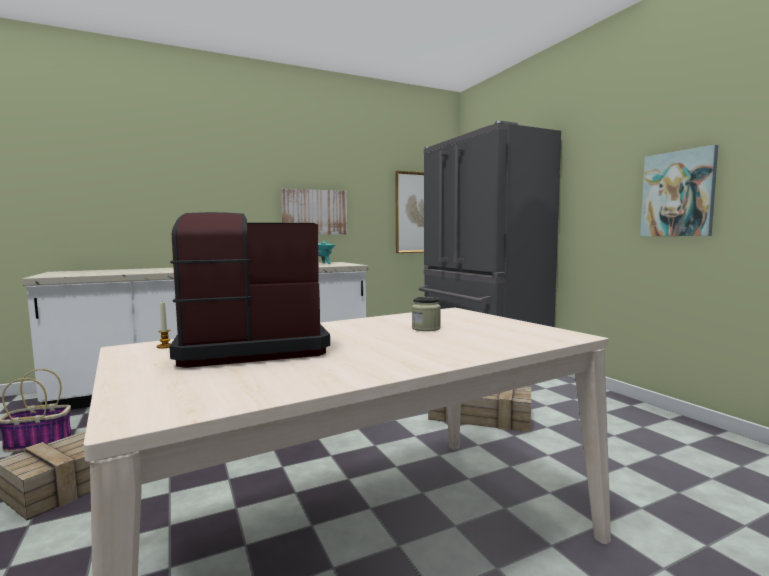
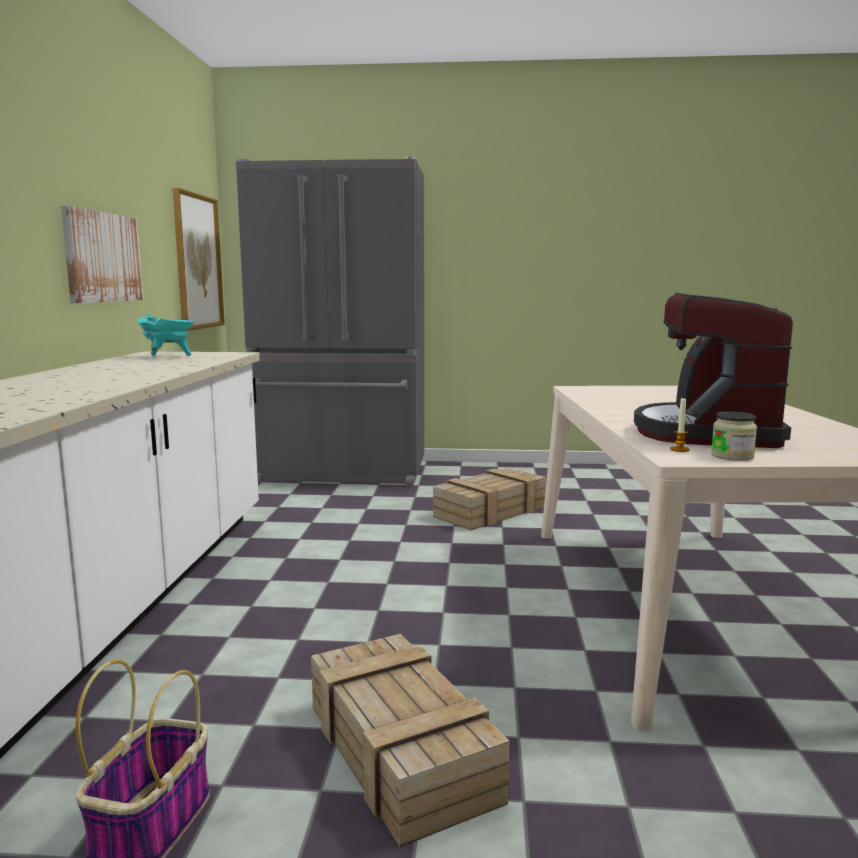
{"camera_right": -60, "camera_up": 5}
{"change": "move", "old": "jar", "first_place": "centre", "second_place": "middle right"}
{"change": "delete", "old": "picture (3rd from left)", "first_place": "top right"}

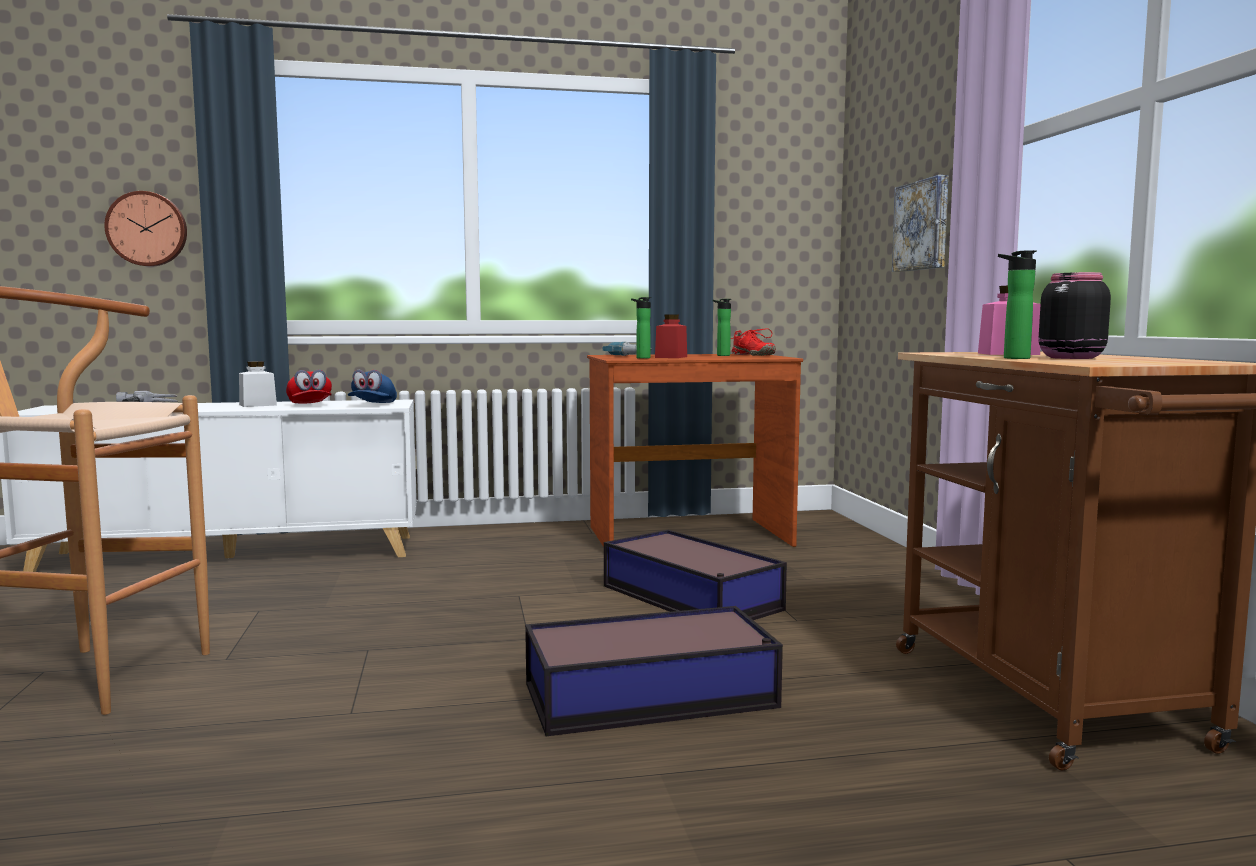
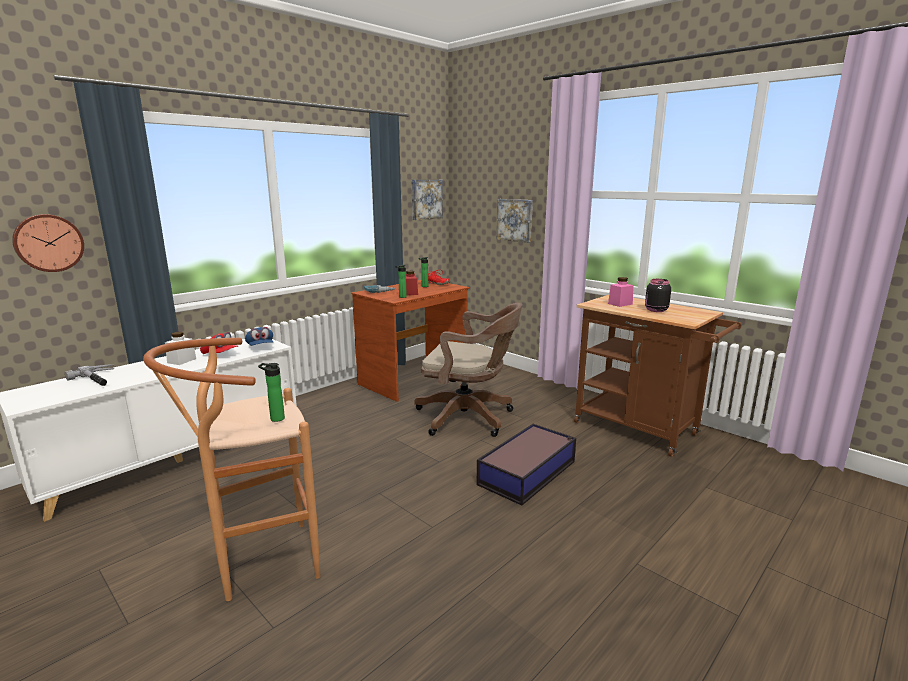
{"camera_right": -35, "camera_up": 10}
{"change": "move", "old": "bottle (3rd from left in the first image)", "new": "bottle (1st from left)", "first_place": "middle right", "second_place": "middle left"}
{"change": "insert", "new": "picture (1st from left)", "second_place": "top centre"}
{"change": "replace", "old": "storage box (2nd from left)", "new": "brown office chair", "first_place": "centre", "second_place": "centre"}

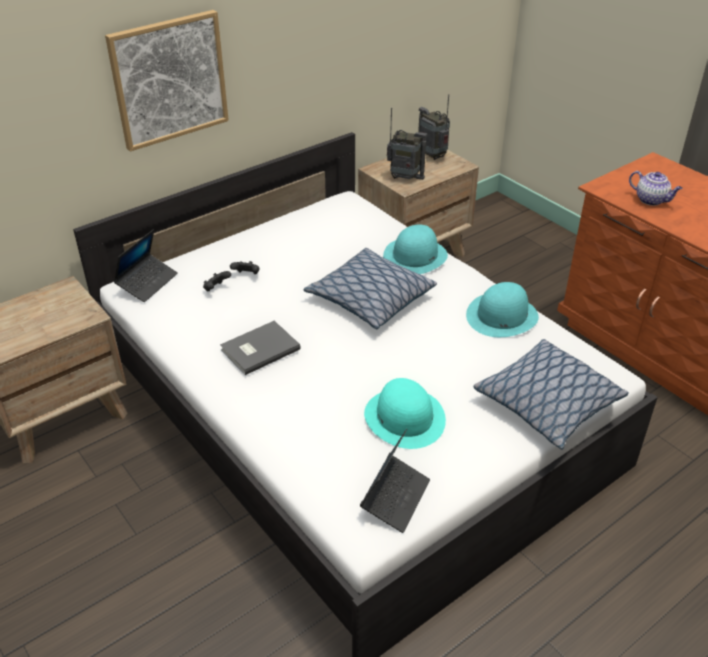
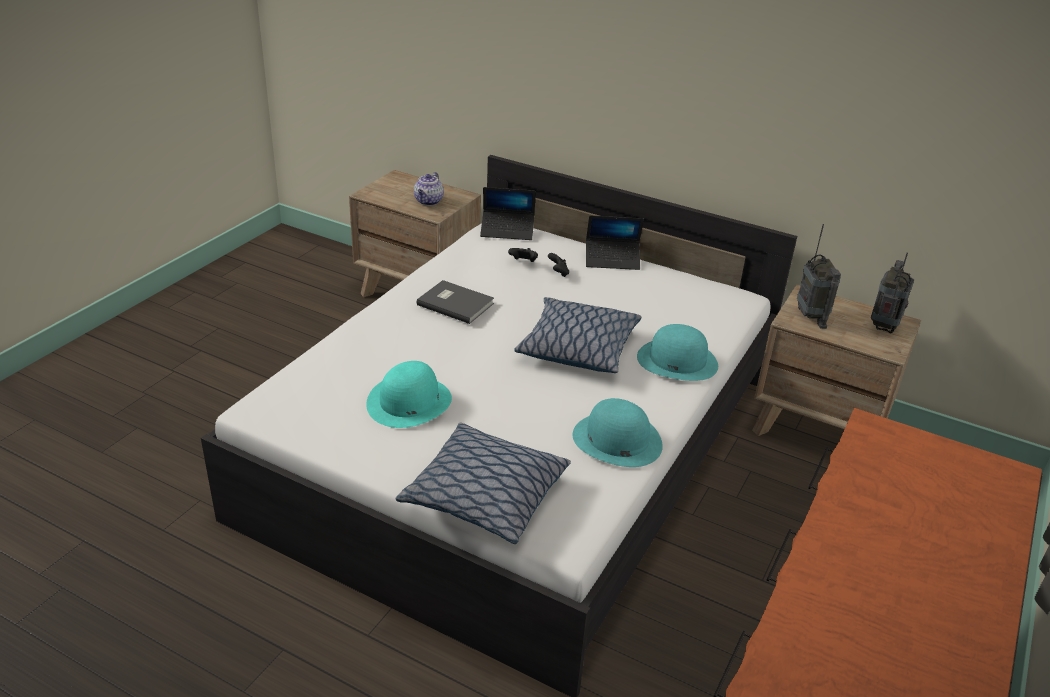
{"camera_right": 65, "camera_up": -5}
{"change": "move", "old": "teapot", "first_place": "top right", "second_place": "top centre"}
{"change": "move", "old": "laptop (2nd from left)", "first_place": "bottom centre", "second_place": "centre"}
{"change": "delete", "old": "picture", "first_place": "top left"}

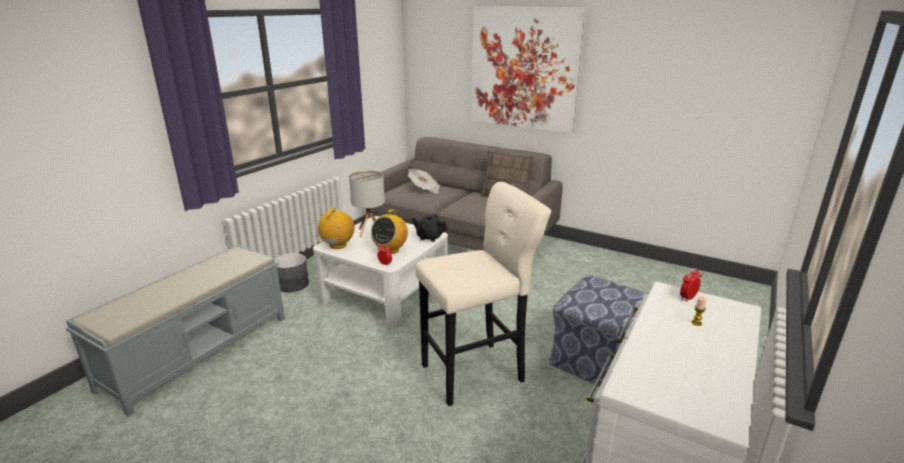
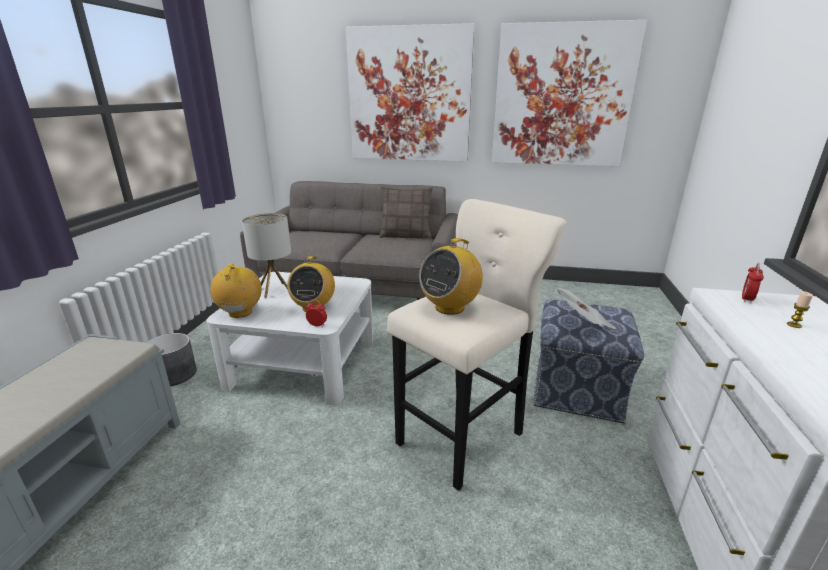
{"camera_right": -20, "camera_up": 0}
{"change": "insert", "new": "radio (3rd from left)", "second_place": "centre"}
{"change": "insert", "new": "picture (2nd from left)", "second_place": "top right"}
{"change": "move", "old": "newspaper", "first_place": "centre", "second_place": "middle right"}
{"change": "delete", "old": "black teapot", "first_place": "centre"}

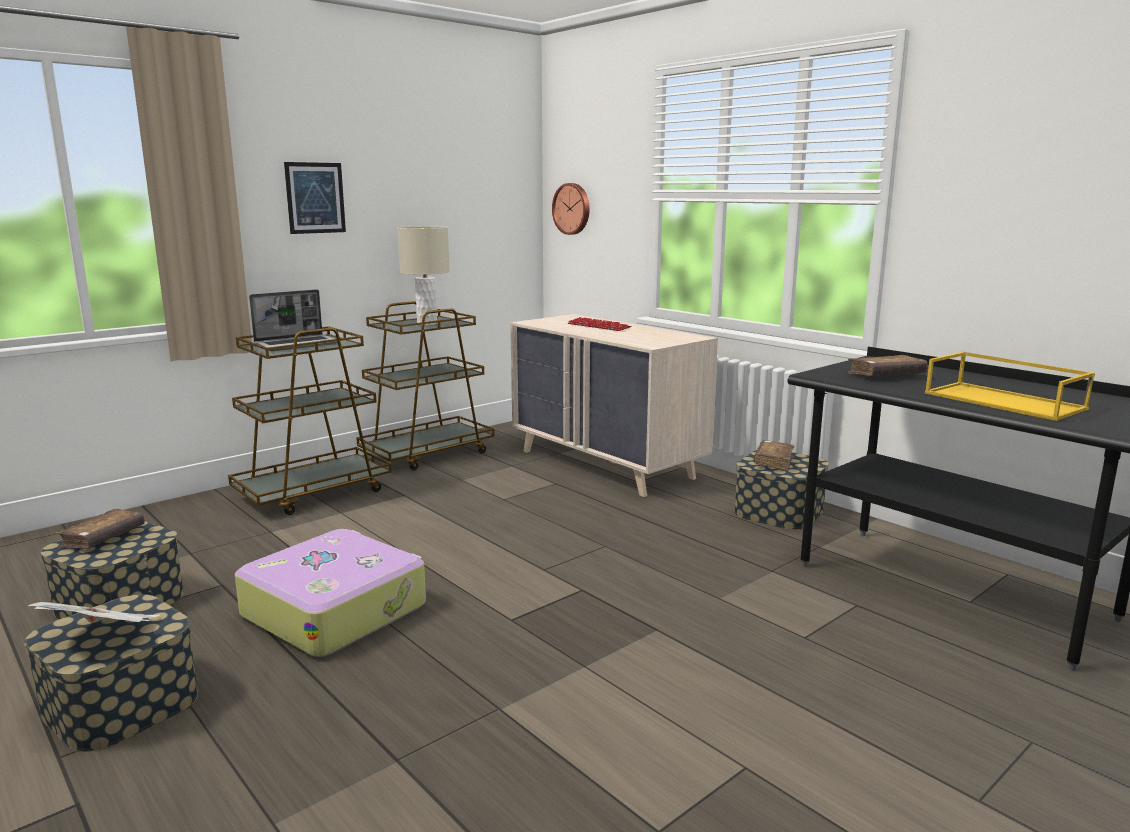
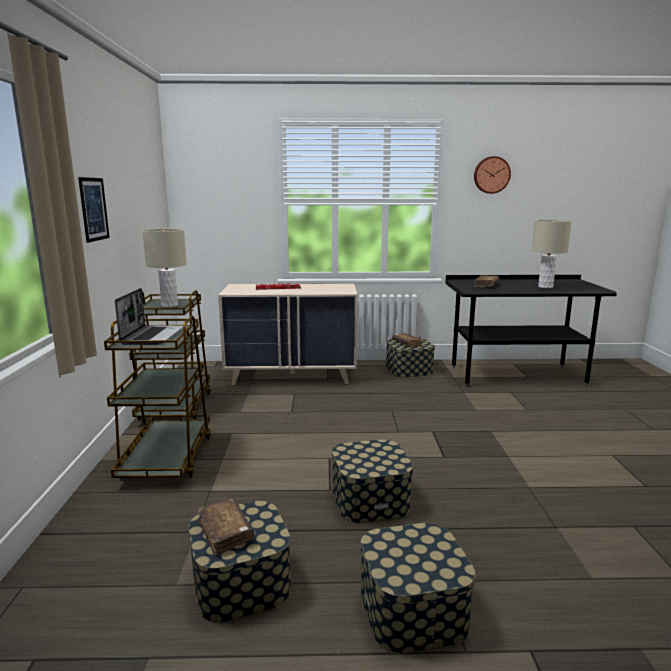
{"camera_right": -50, "camera_up": 0}
{"change": "replace", "old": "suitcase", "new": "storage box (2nd from left)", "first_place": "bottom left", "second_place": "bottom centre"}
{"change": "move", "old": "wall clock", "first_place": "top centre", "second_place": "top right"}
{"change": "replace", "old": "yellow tray", "new": "beige table lamp (2nd from left)", "first_place": "middle right", "second_place": "middle right"}
{"change": "delete", "old": "newspaper", "first_place": "bottom left"}

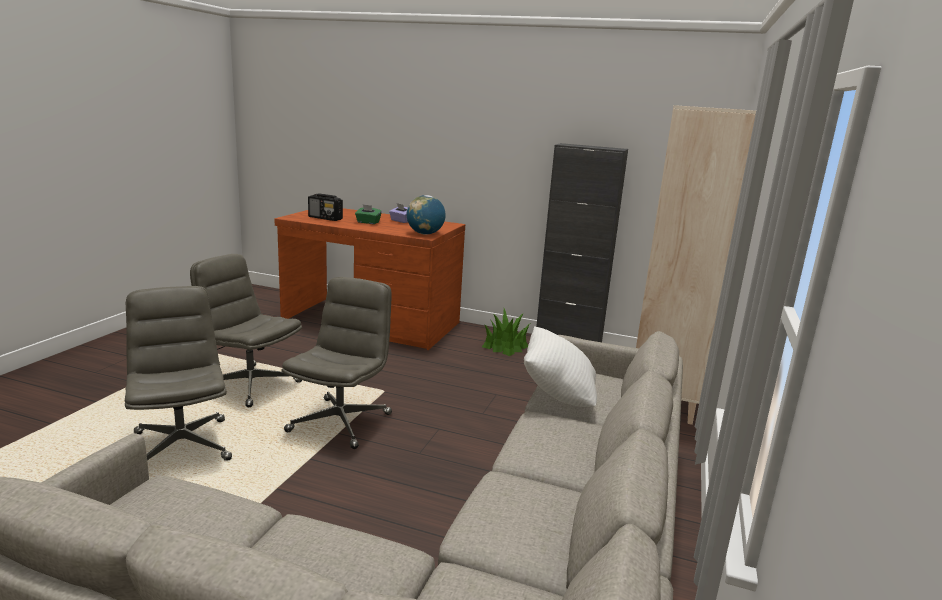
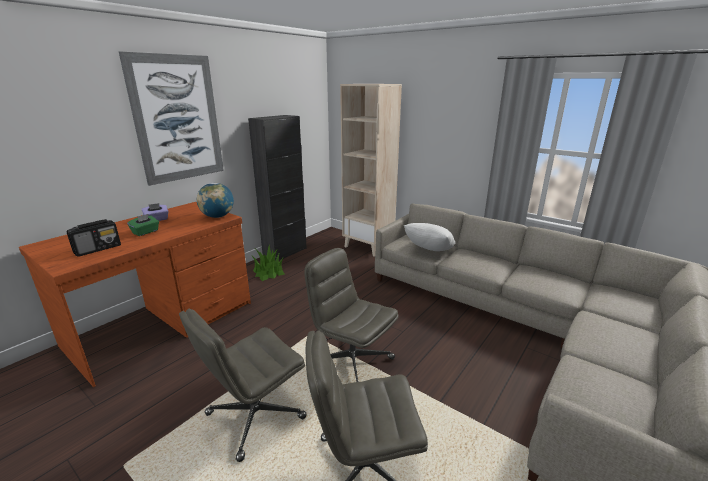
{"camera_right": -70, "camera_up": 5}
{"change": "insert", "new": "picture", "second_place": "top left"}

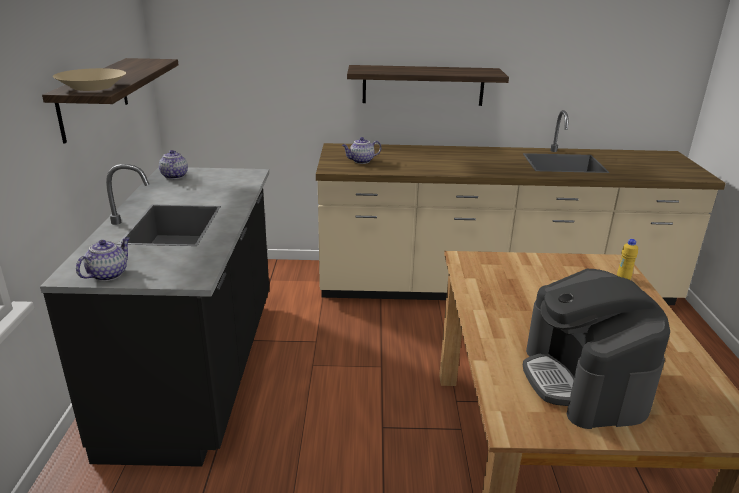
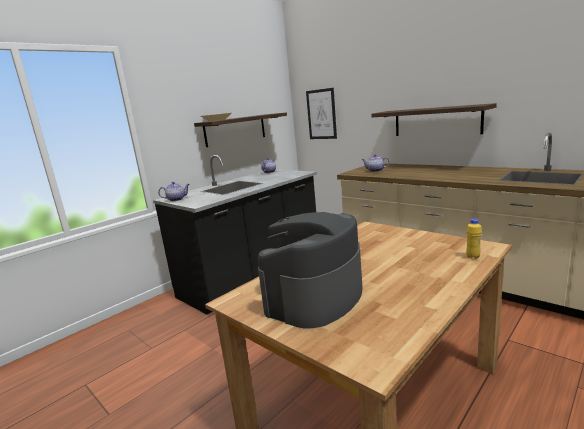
{"camera_right": 45, "camera_up": -10}
{"change": "insert", "new": "picture", "second_place": "top centre"}

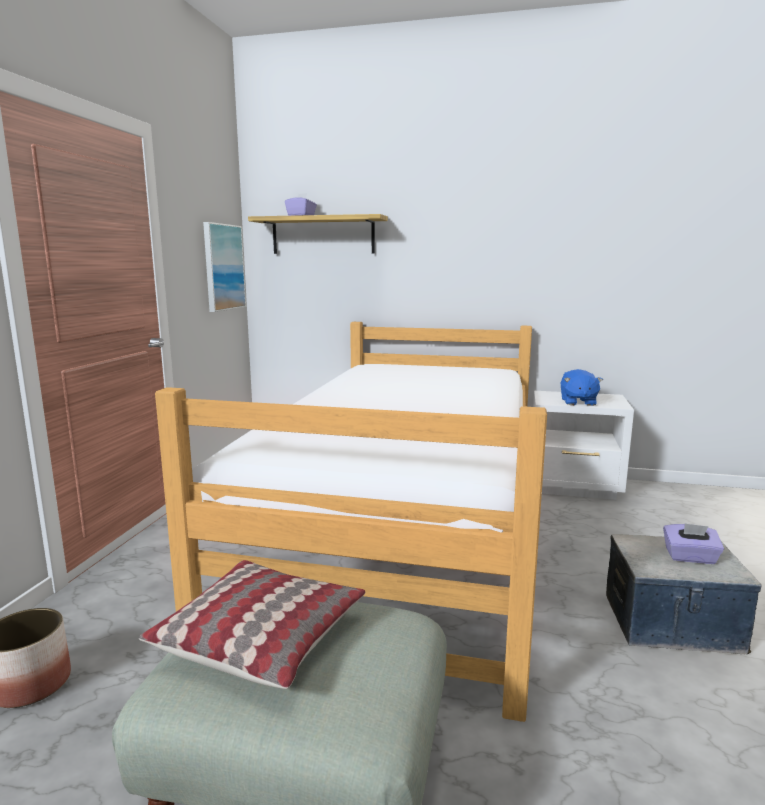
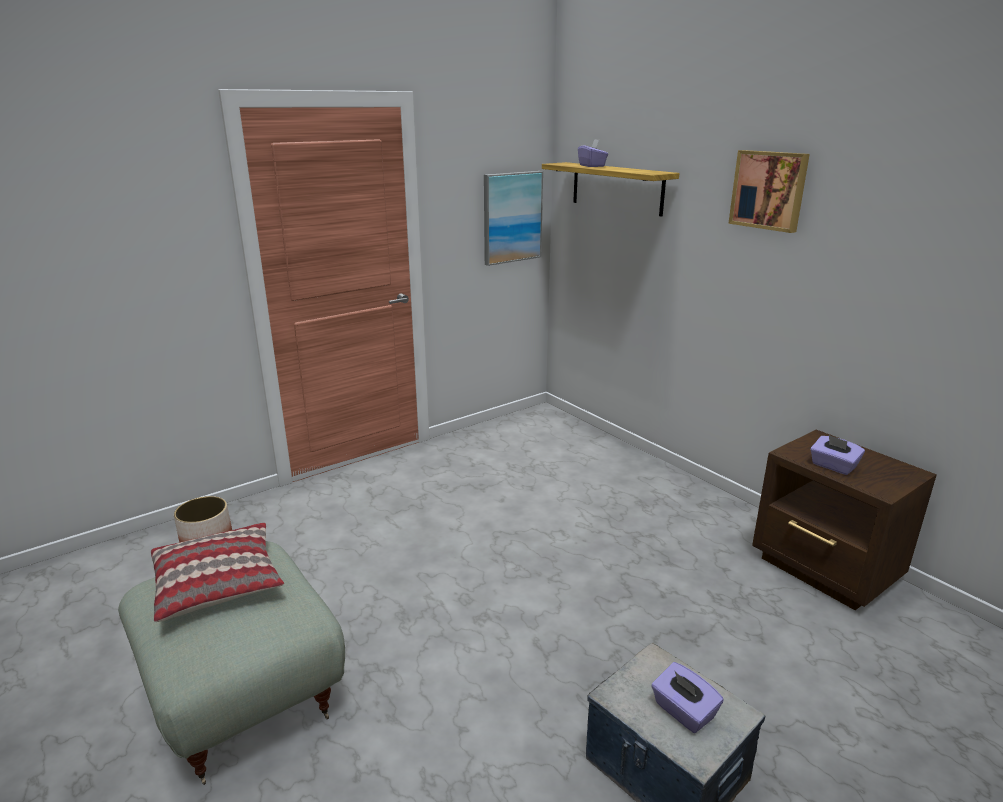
{"camera_right": 40, "camera_up": 10}
{"change": "insert", "new": "picture (2nd from left)", "second_place": "top right"}
{"change": "recolor", "old": "white nightstand", "new": "brown nightstand", "first_place": "middle right", "second_place": "middle right"}
{"change": "replace", "old": "blue plush toy", "new": "purple tissue box (3rd from left)", "first_place": "middle right", "second_place": "middle right"}
{"change": "delete", "old": "bed", "first_place": "centre"}

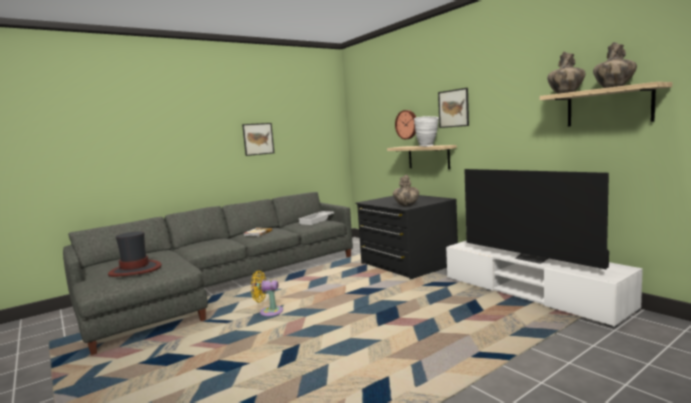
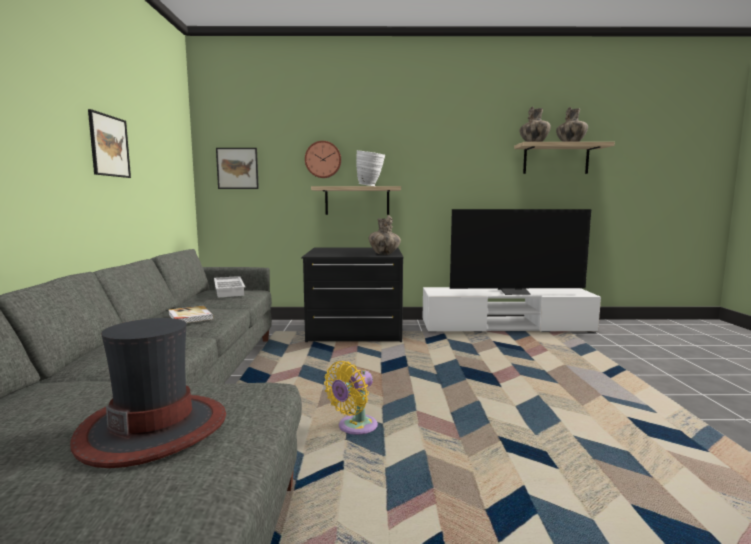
{"camera_right": -55, "camera_up": 0}
{"change": "move", "old": "picture (2nd from left)", "first_place": "top centre", "second_place": "top left"}

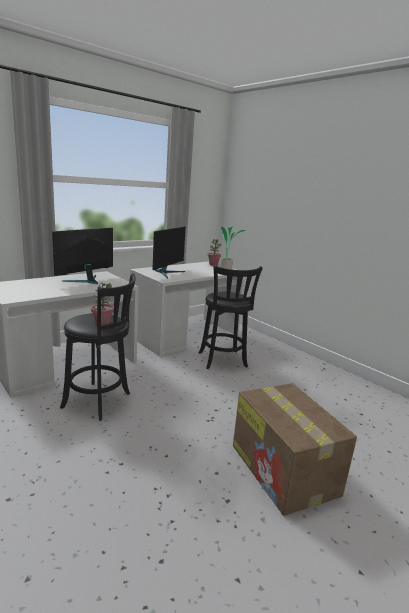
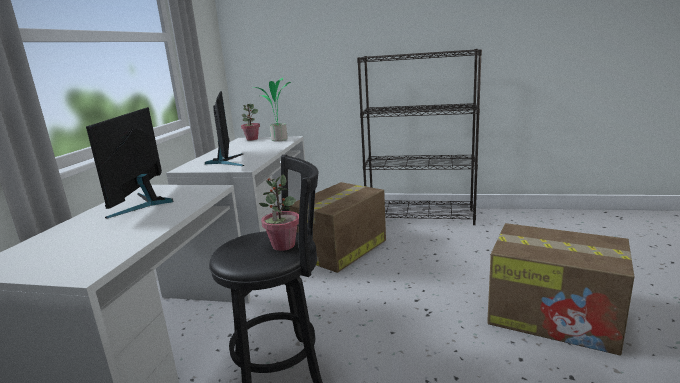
{"camera_right": -35, "camera_up": 0}
{"change": "replace", "old": "black stool (2nd from left)", "new": "cardboard box (1st from left)", "first_place": "centre", "second_place": "centre"}
{"change": "insert", "new": "black bookcase", "second_place": "centre"}

